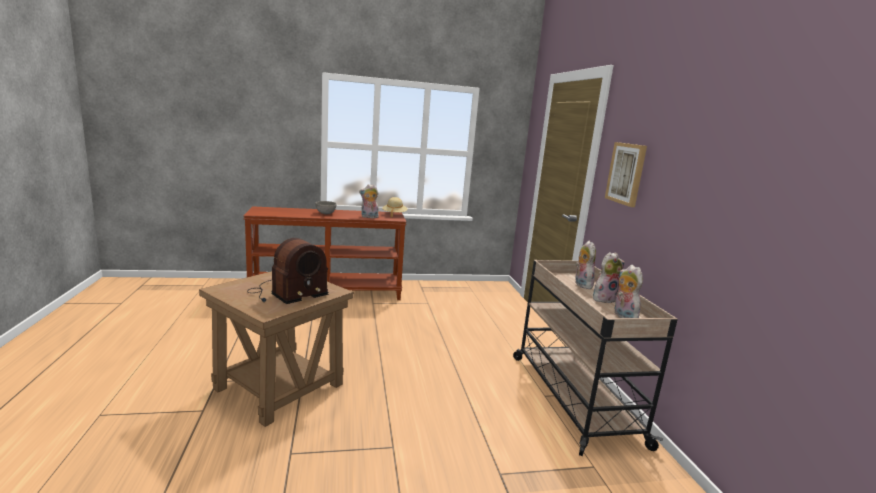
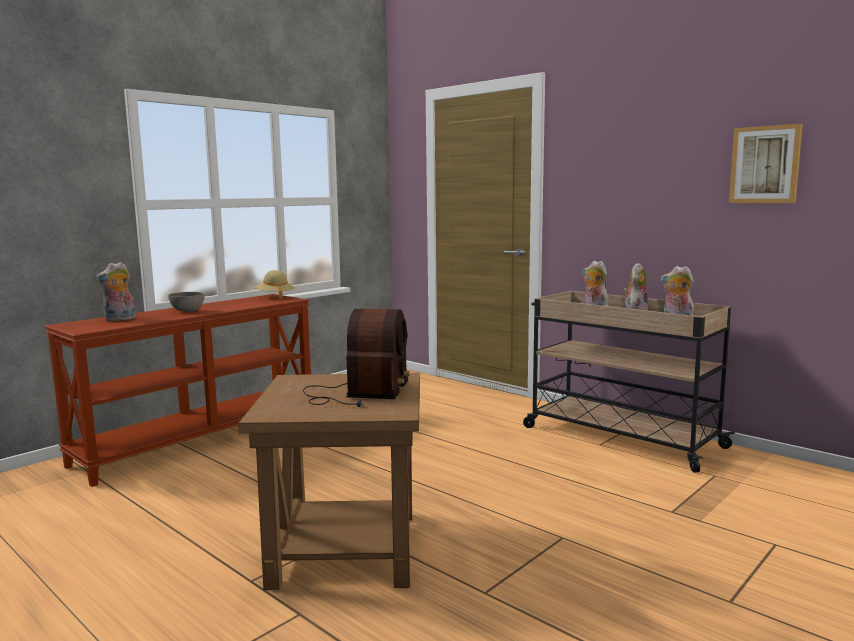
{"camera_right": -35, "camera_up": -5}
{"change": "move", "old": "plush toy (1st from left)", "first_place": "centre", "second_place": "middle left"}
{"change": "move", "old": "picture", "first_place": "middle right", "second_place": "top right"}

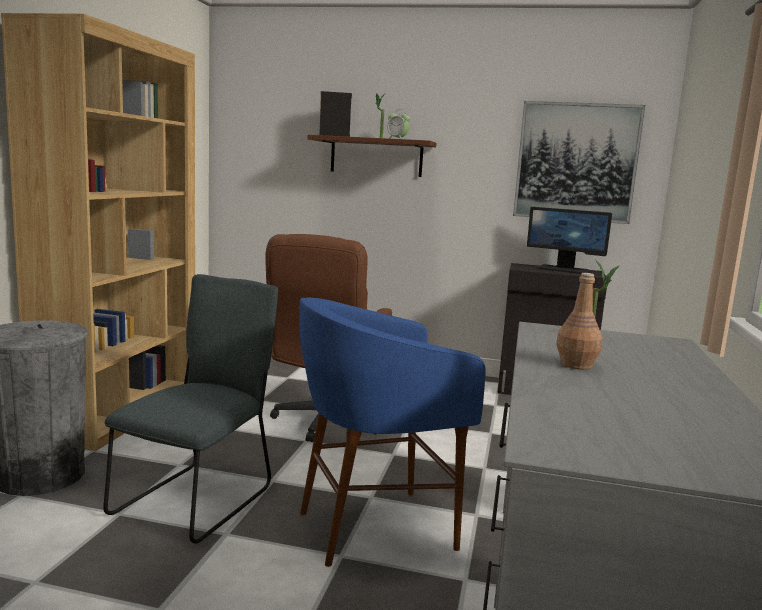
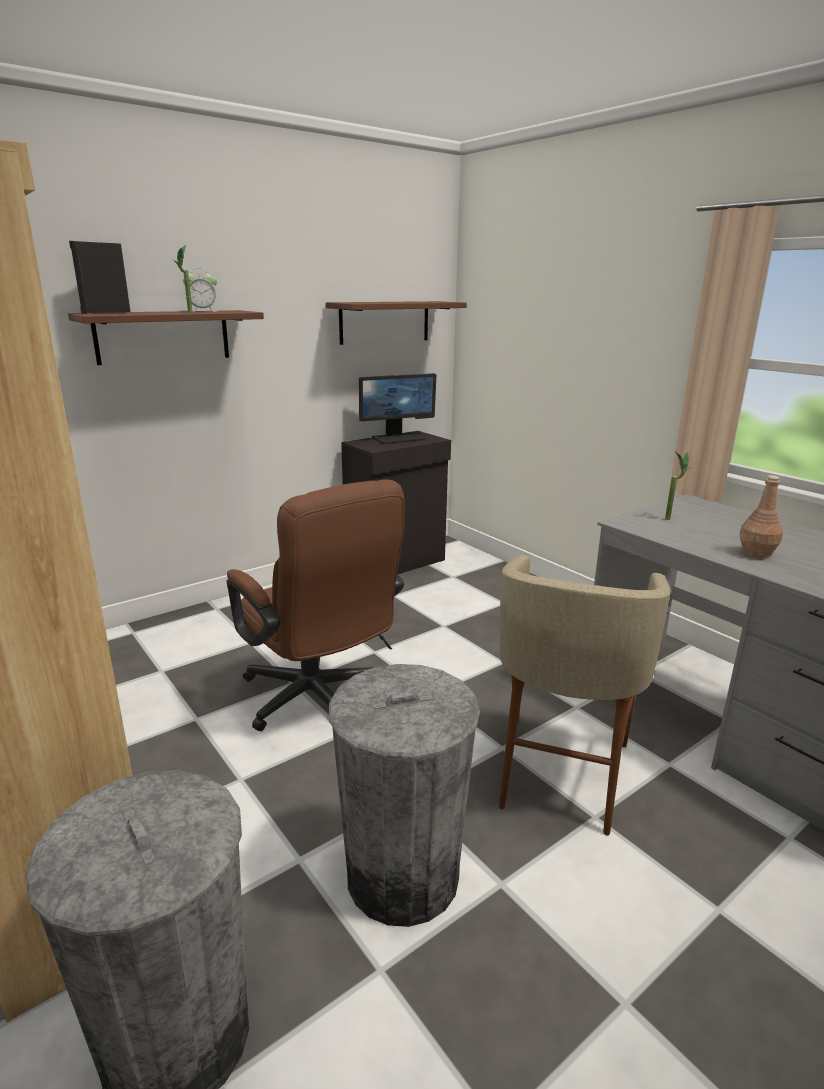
{"camera_right": -50, "camera_up": 10}
{"change": "replace", "old": "picture", "new": "brown shelf (2nd from left)", "first_place": "top right", "second_place": "top centre"}
{"change": "replace", "old": "grey chair", "new": "grey trash can (2nd from left)", "first_place": "bottom left", "second_place": "bottom centre"}
{"change": "recolor", "old": "blue stool", "new": "beige stool", "first_place": "bottom centre", "second_place": "middle right"}

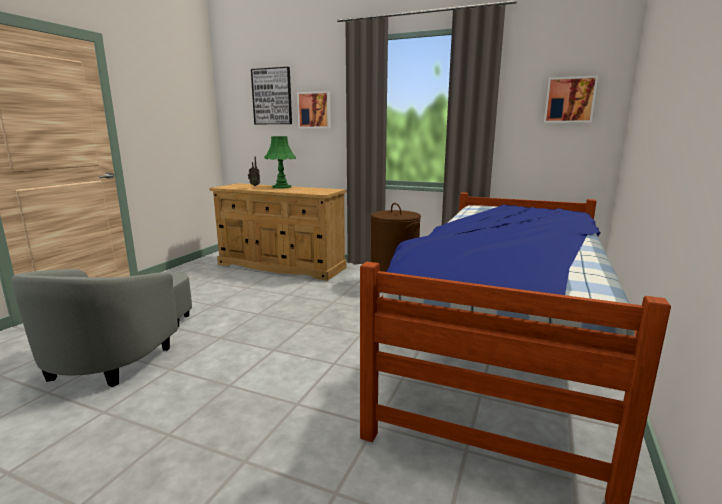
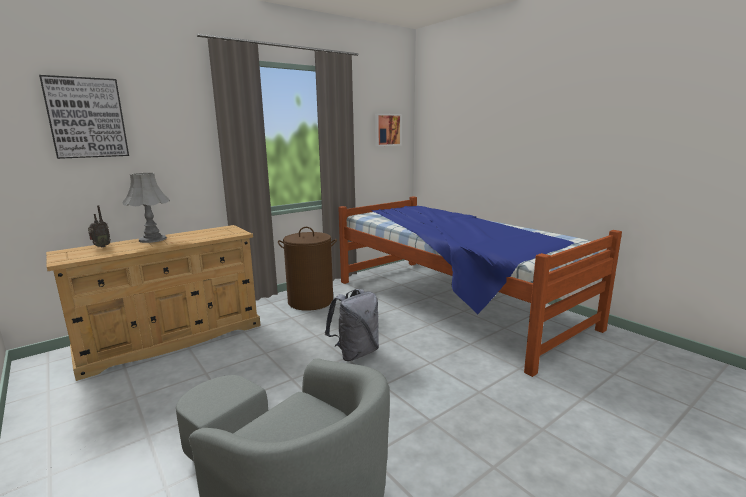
{"camera_right": -60, "camera_up": 0}
{"change": "recolor", "old": "green table lamp", "new": "grey table lamp", "first_place": "top centre", "second_place": "middle left"}
{"change": "insert", "new": "grey backpack", "second_place": "centre"}
{"change": "delete", "old": "picture (2nd from left)", "first_place": "top centre"}

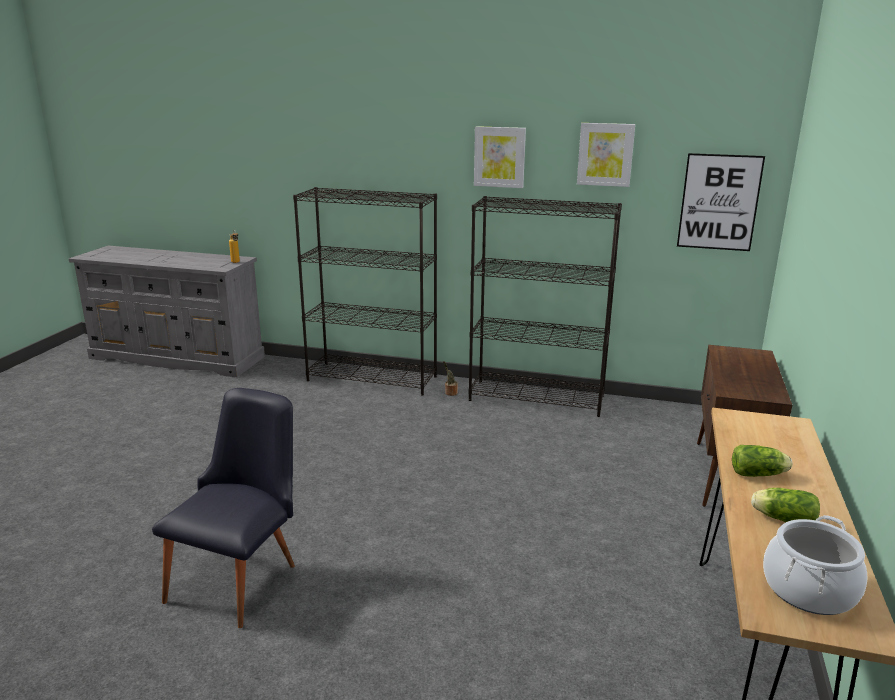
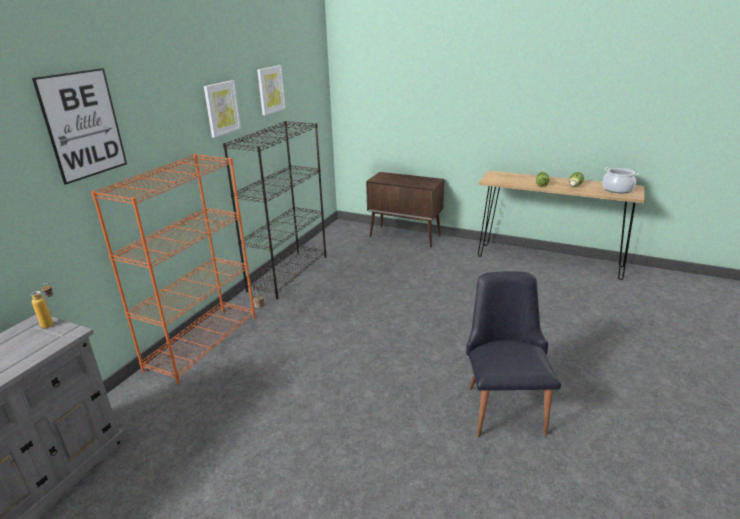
{"camera_right": -80, "camera_up": 5}
{"change": "move", "old": "picture (3rd from left in the first image)", "new": "picture (1st from left)", "first_place": "top right", "second_place": "top left"}
{"change": "recolor", "old": "black bookcase (1st from left)", "new": "orange bookcase", "first_place": "centre", "second_place": "middle left"}
{"change": "rotate", "old": "black chair", "first_place": "bottom left", "second_place": "bottom right", "degrees": 60}

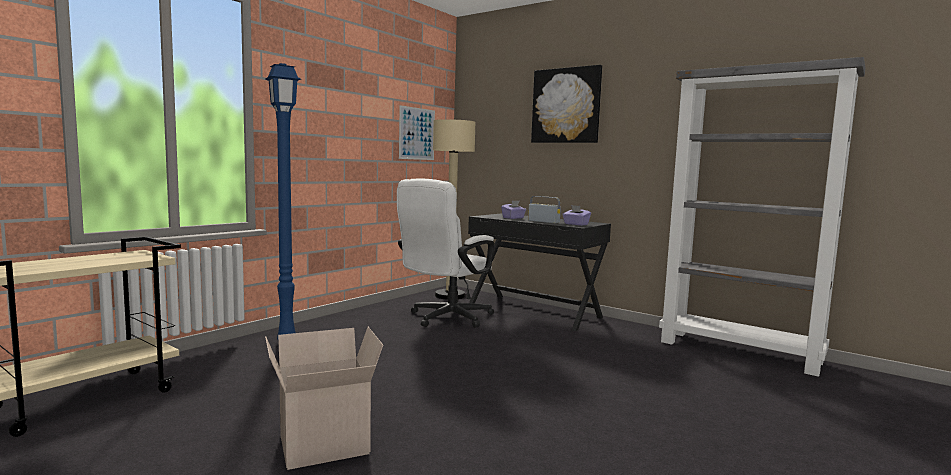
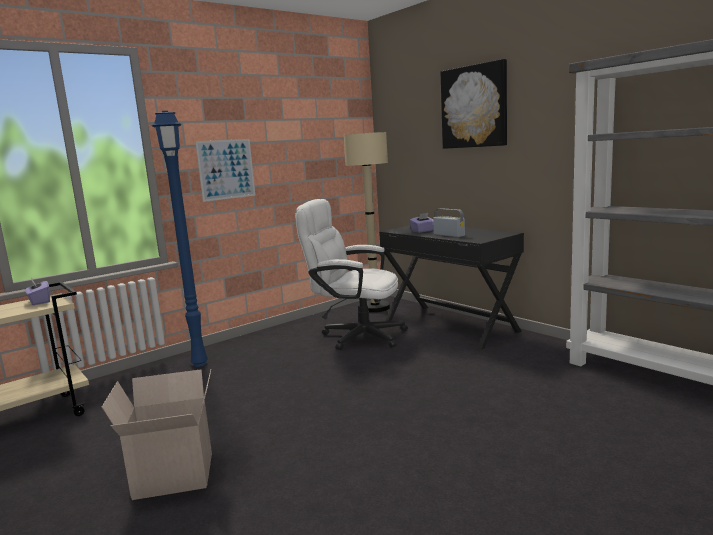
{"camera_right": 15, "camera_up": 5}
{"change": "move", "old": "purple tissue box (2nd from left in the first image)", "new": "purple tissue box (1st from left)", "first_place": "centre", "second_place": "middle left"}
{"change": "move", "old": "picture (1st from left)", "first_place": "top centre", "second_place": "top left"}
{"change": "rotate", "old": "white office chair", "first_place": "centre", "second_place": "centre", "degrees": 60}

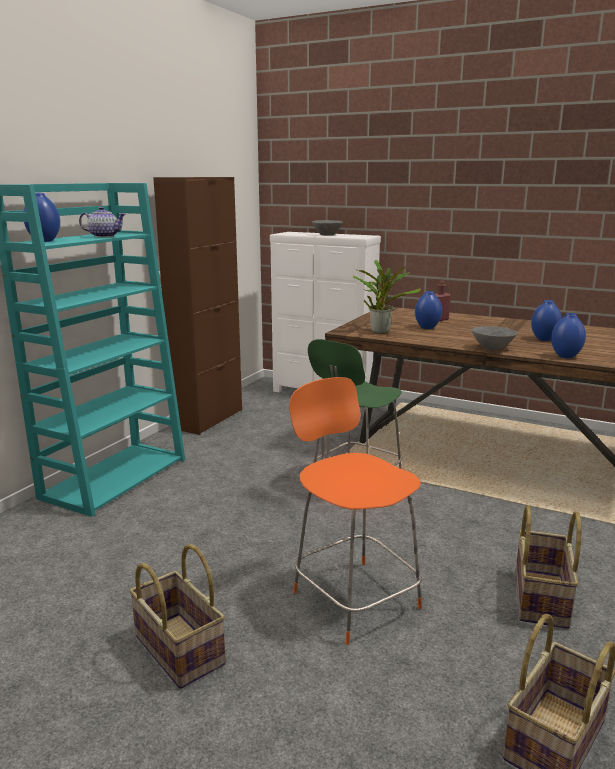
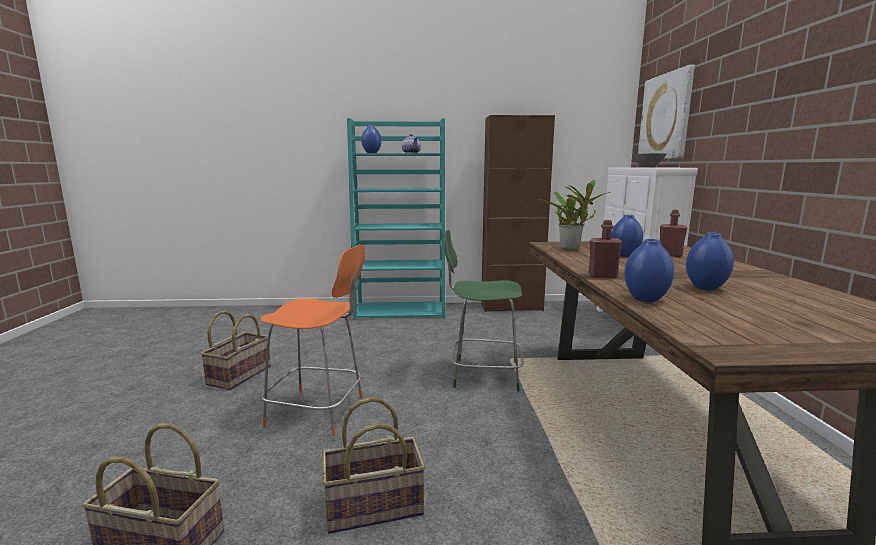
{"camera_right": 60, "camera_up": -5}
{"change": "rotate", "old": "orange chair", "first_place": "centre", "second_place": "centre", "degrees": 75}
{"change": "replace", "old": "grey bowl (2nd from left)", "new": "red bottle (1st from left)", "first_place": "middle right", "second_place": "middle right"}
{"change": "insert", "new": "picture", "second_place": "top right"}

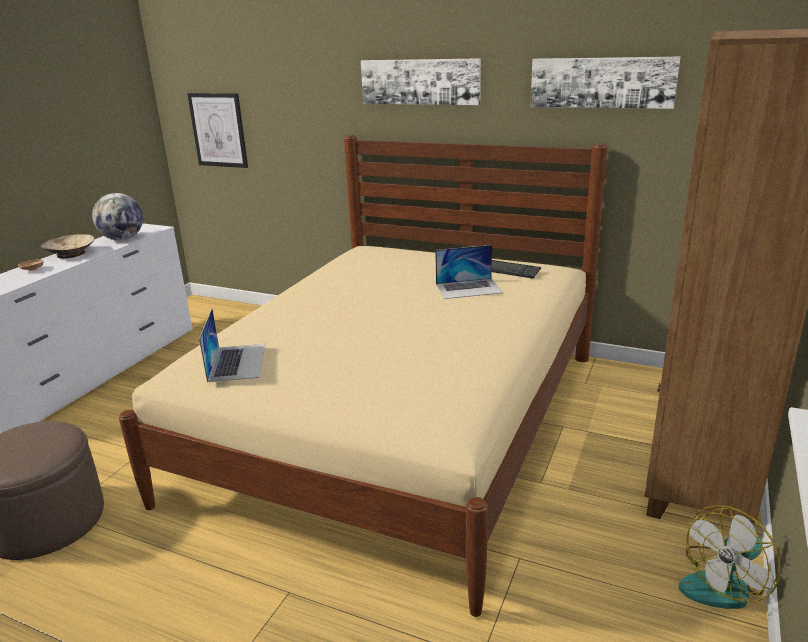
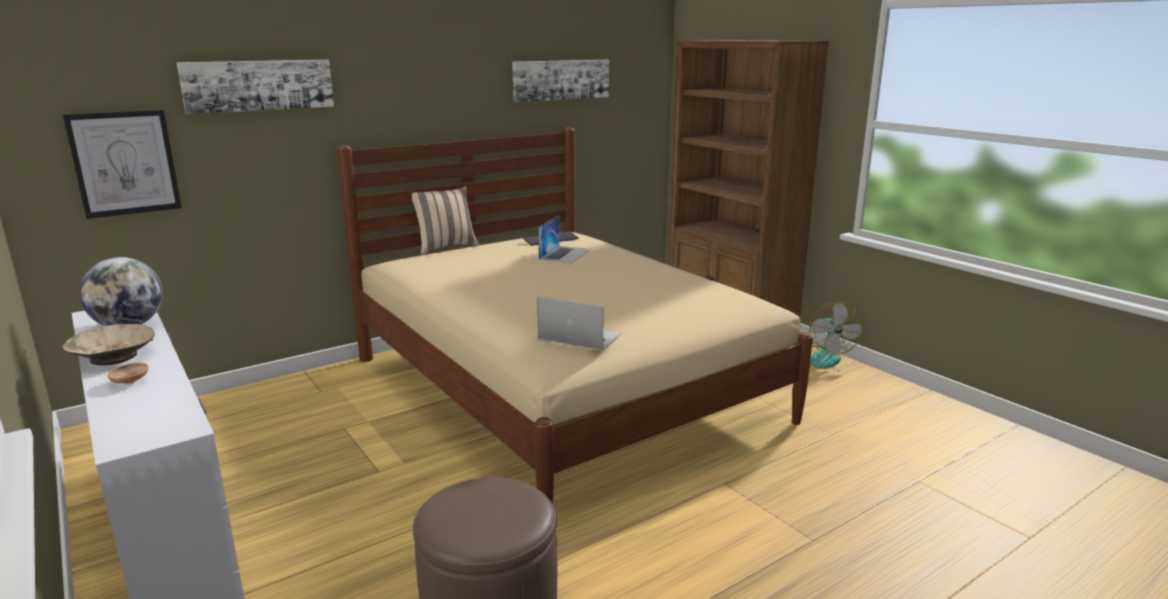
{"camera_right": -60, "camera_up": -5}
{"change": "move", "old": "picture (2nd from left)", "first_place": "top centre", "second_place": "top left"}
{"change": "insert", "new": "beige pillow", "second_place": "centre"}

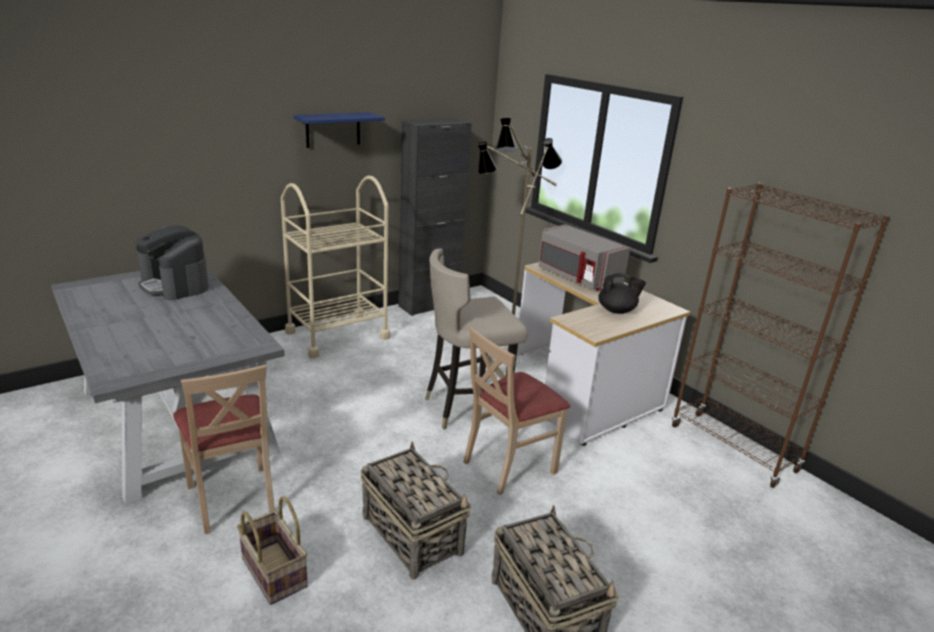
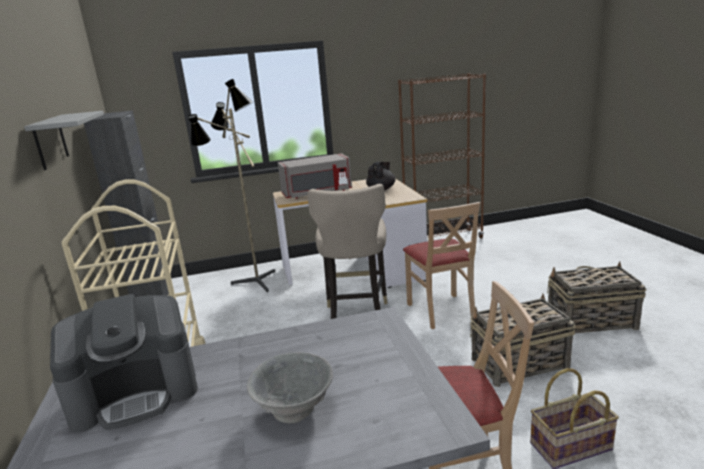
{"camera_right": -65, "camera_up": -5}
{"change": "recolor", "old": "blue shelf", "new": "grey shelf", "first_place": "top centre", "second_place": "top left"}
{"change": "insert", "new": "grey bowl", "second_place": "bottom centre"}

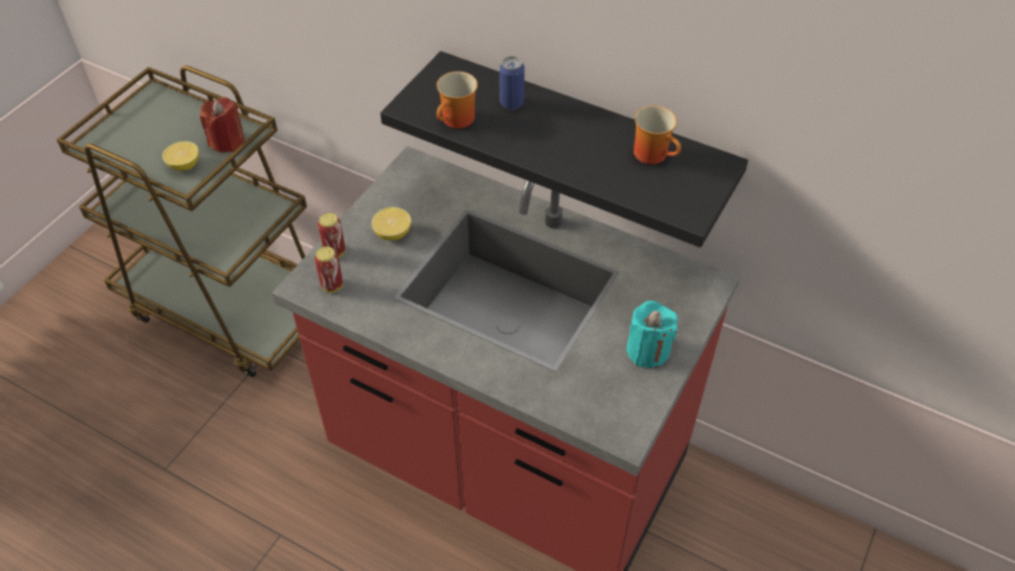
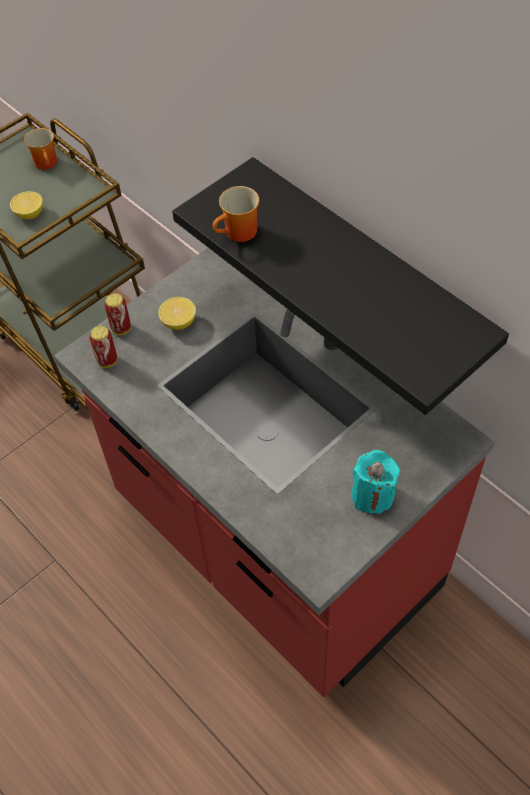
{"camera_right": 20, "camera_up": 5}
{"change": "move", "old": "mug (2nd from left in the first image)", "new": "mug (1st from left)", "first_place": "top centre", "second_place": "top left"}
{"change": "delete", "old": "red candle", "first_place": "top left"}
{"change": "delete", "old": "can (3rd from left)", "first_place": "top centre"}

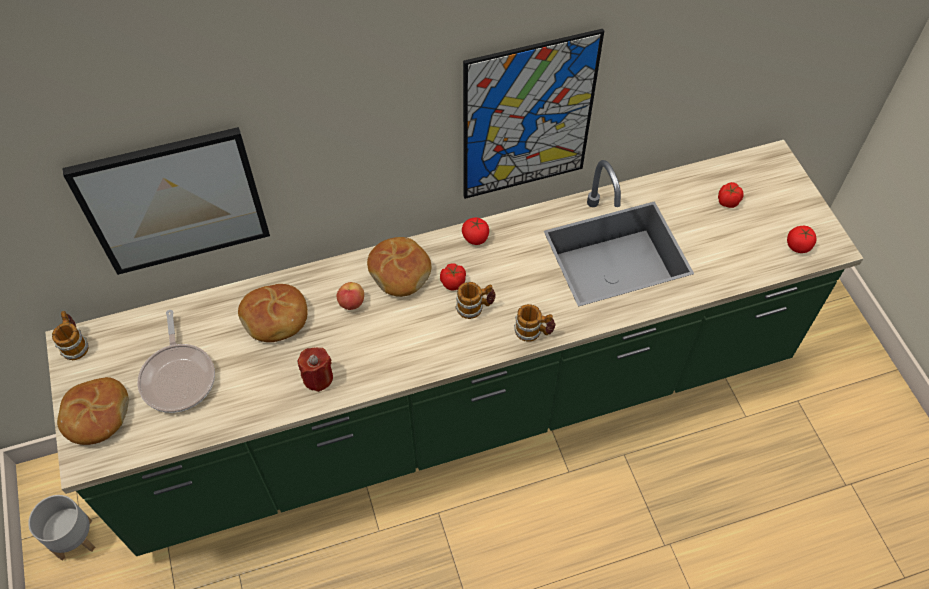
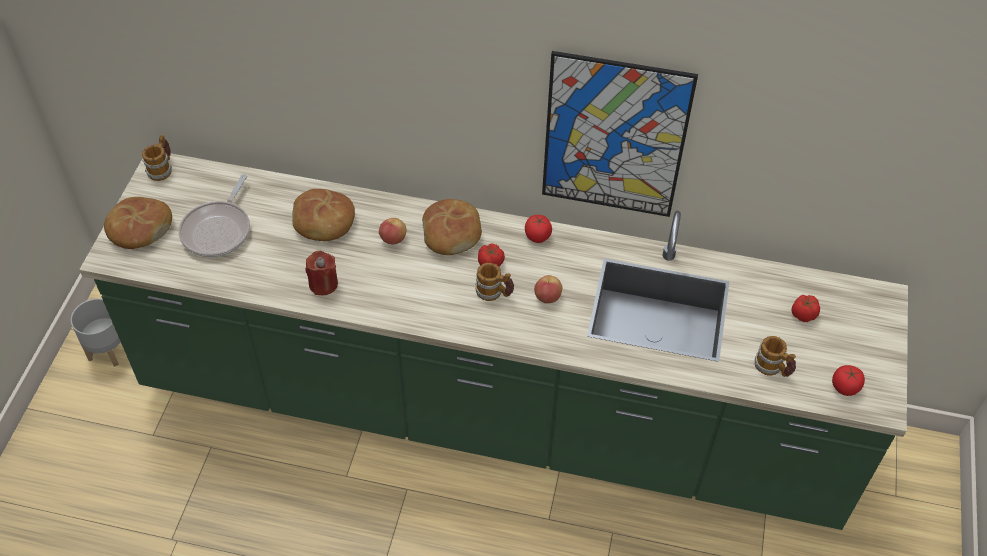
{"camera_right": 30, "camera_up": -5}
{"change": "insert", "new": "apple (2nd from left)", "second_place": "centre"}
{"change": "move", "old": "mug (3rd from left)", "first_place": "centre", "second_place": "middle right"}
{"change": "delete", "old": "picture (1st from left)", "first_place": "middle left"}

